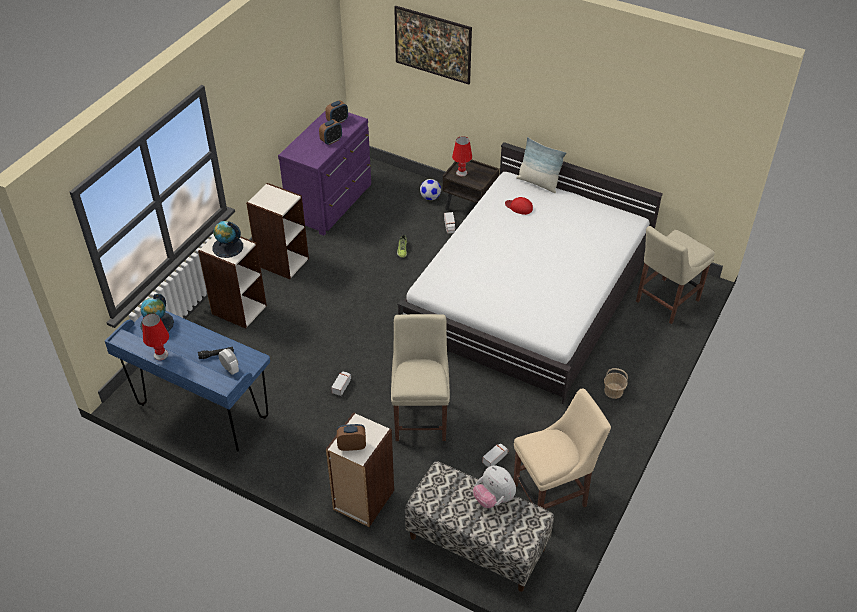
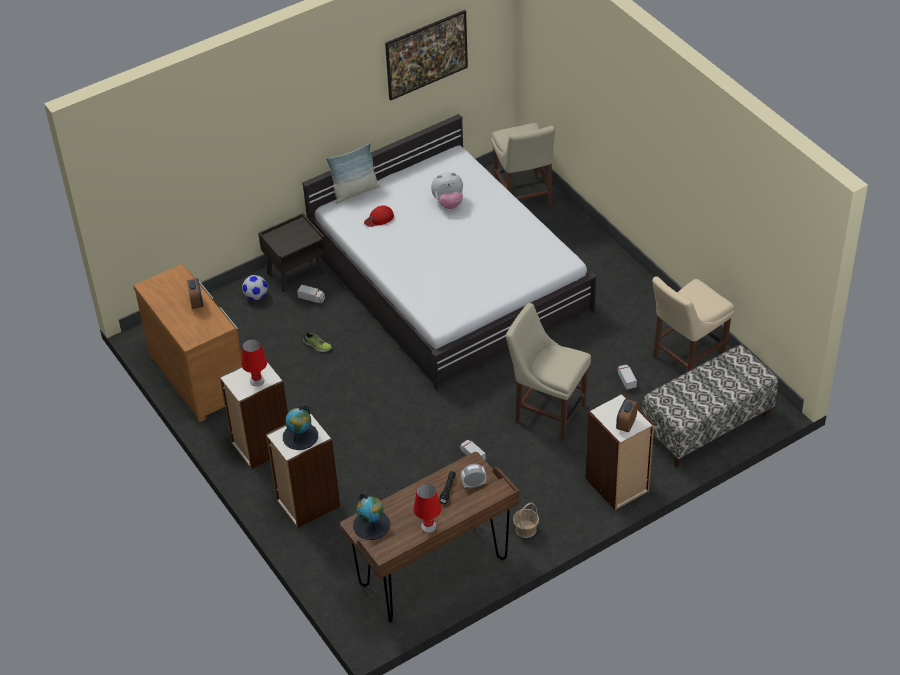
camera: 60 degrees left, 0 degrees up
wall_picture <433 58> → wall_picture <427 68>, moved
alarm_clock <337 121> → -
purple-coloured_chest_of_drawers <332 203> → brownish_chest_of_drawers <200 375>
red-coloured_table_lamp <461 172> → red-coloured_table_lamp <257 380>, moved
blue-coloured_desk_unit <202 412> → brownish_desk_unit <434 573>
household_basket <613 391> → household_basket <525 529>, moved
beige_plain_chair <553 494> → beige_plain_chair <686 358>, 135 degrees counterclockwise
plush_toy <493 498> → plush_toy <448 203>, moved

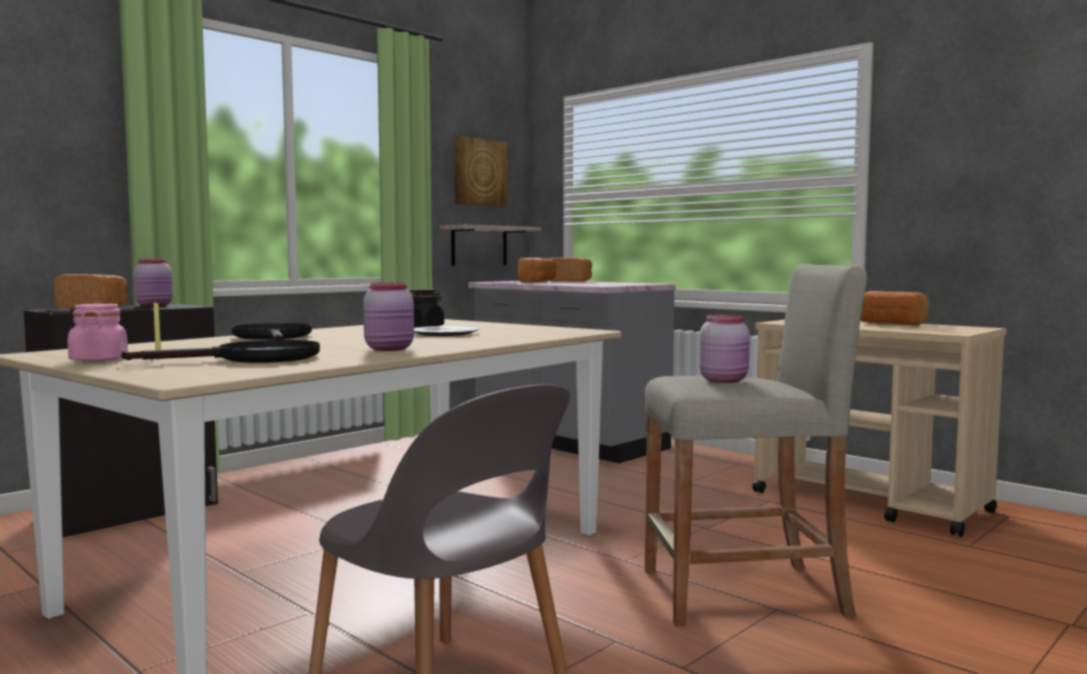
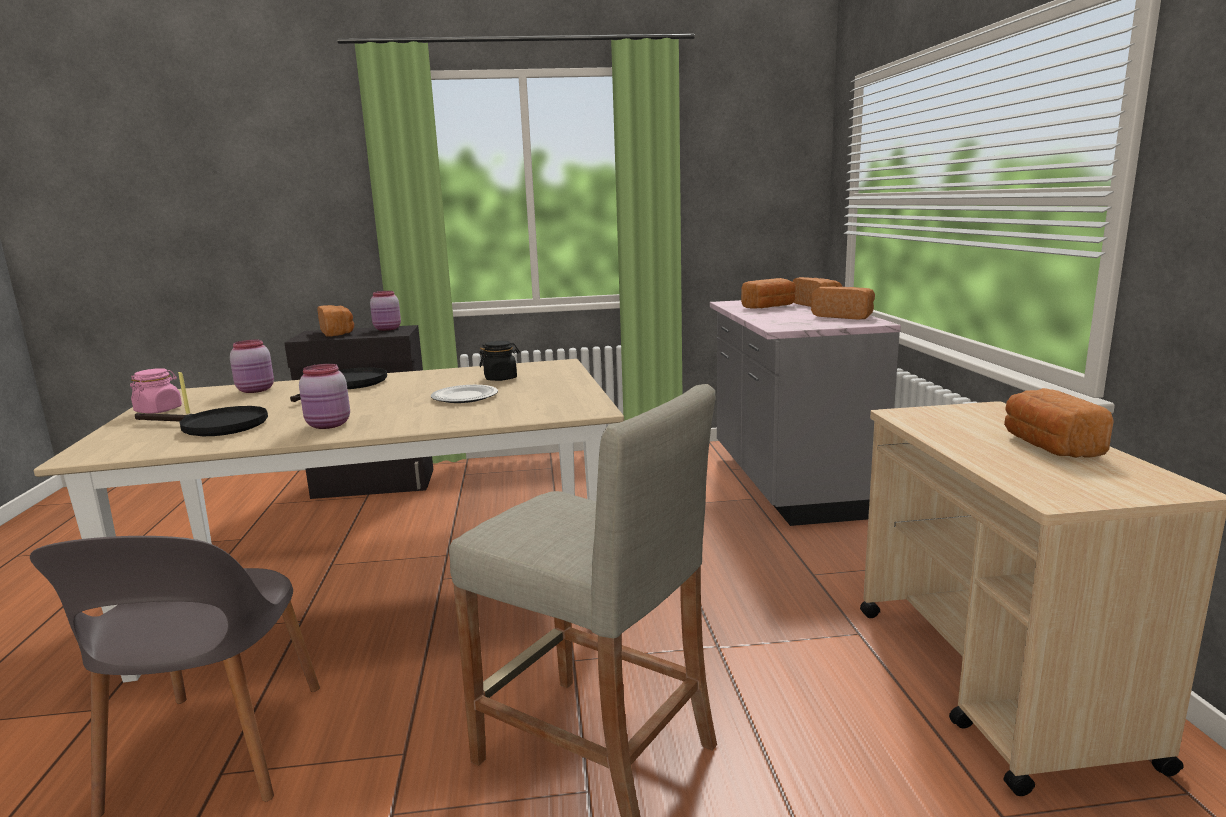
camera: 40 degrees right, 10 degrees up
wall_picture <479 172> → -
wall_shelf <479 246> → -
pink-coloured_preserve_jar <724 380> → pink-coloured_preserve_jar <256 390>, moved
- → bakery_bread <844 316>

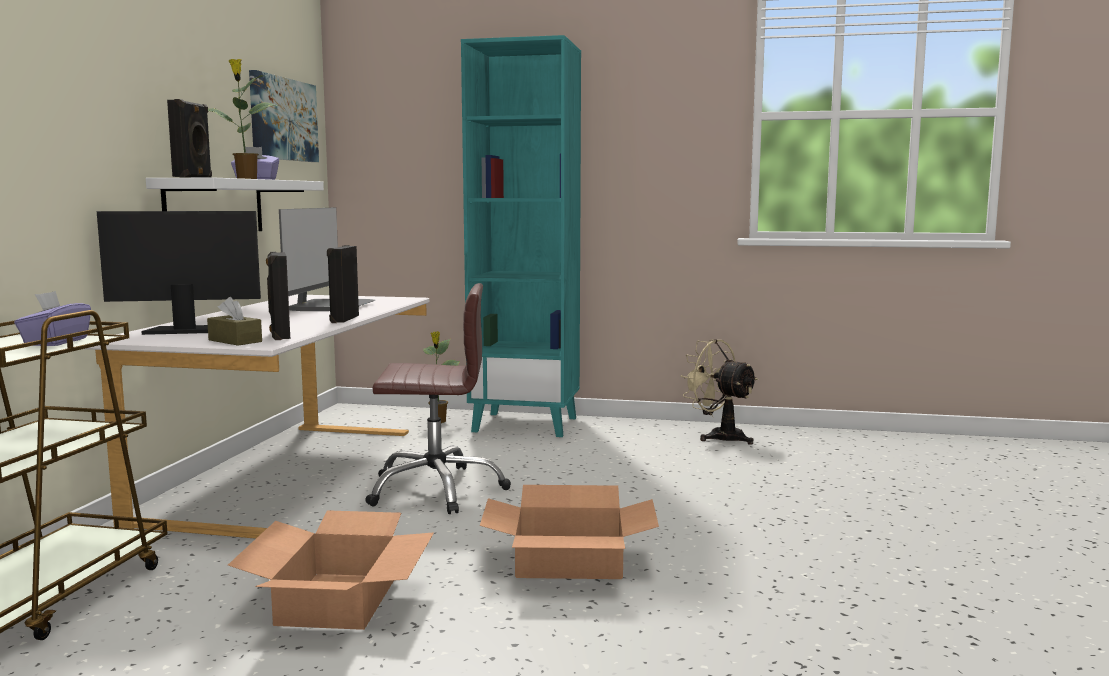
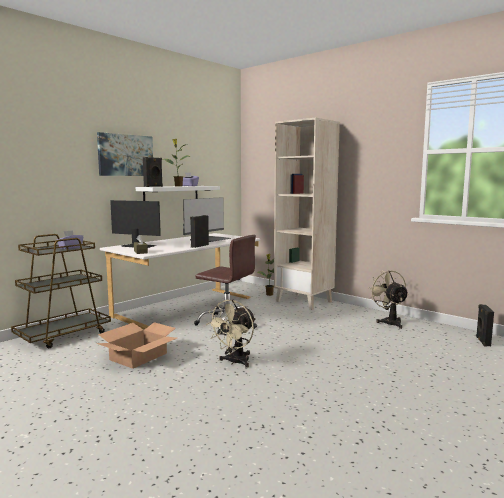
camera: 30 degrees right, 0 degrees up
turquoise-coloured_shelving_unit <526 424> → beige_shelving_unit <304 301>
wall_picture <283 119> → wall_picture <125 155>, moved
black-coloured_speaker <279 335> → black-coloured_speaker <482 341>, moved
carton <569 561> → beige_electric_fan <235 362>

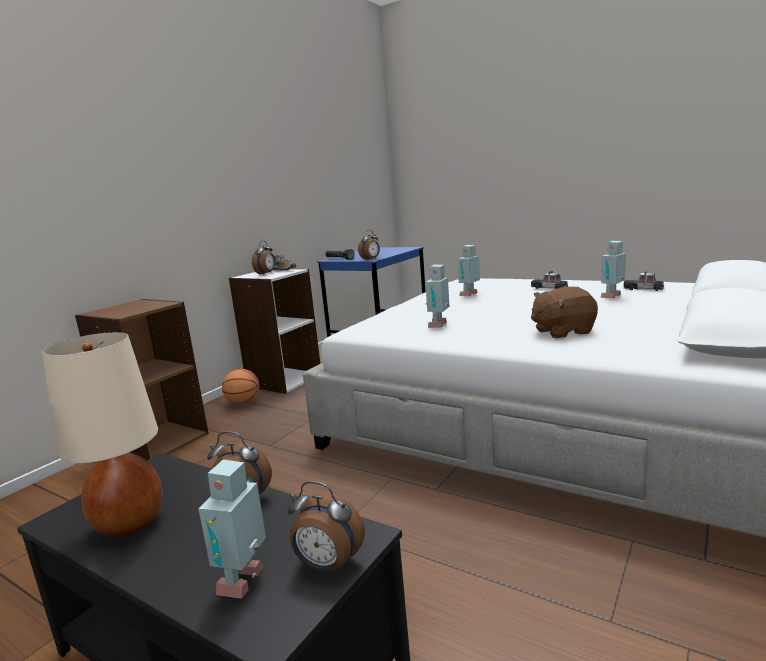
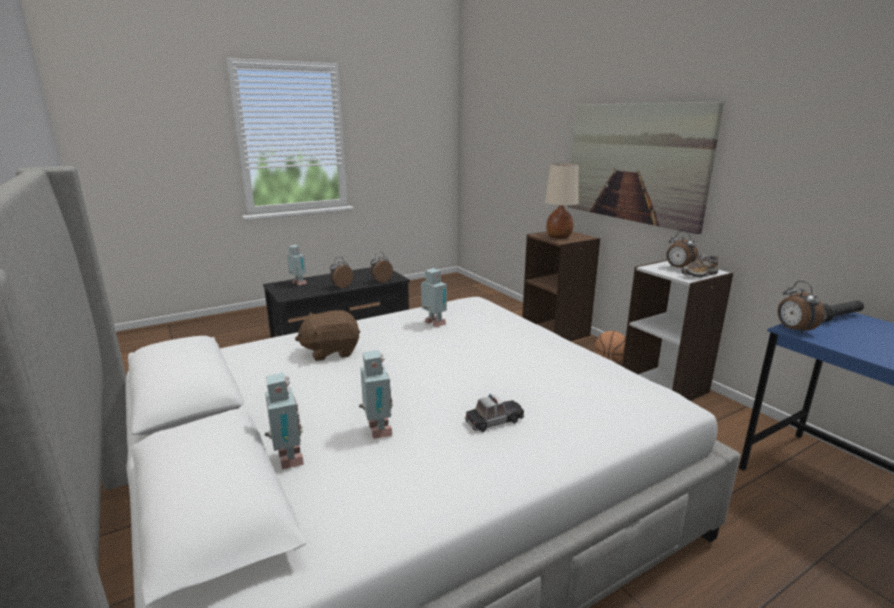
camera: 115 degrees right, 5 degrees up
robot_figure <470 294> → robot_figure <287 460>, moved
model_car <643 288> → -
brownish_plush_toy <562 331> → brownish_plush_toy <331 351>, 120 degrees counterclockwise
beige_table_lamp <129 524> → beige_table_lamp <558 237>, moved
alarm_clock <328 566> → alarm_clock <381 281>, moved
- → wall_picture <634 163>

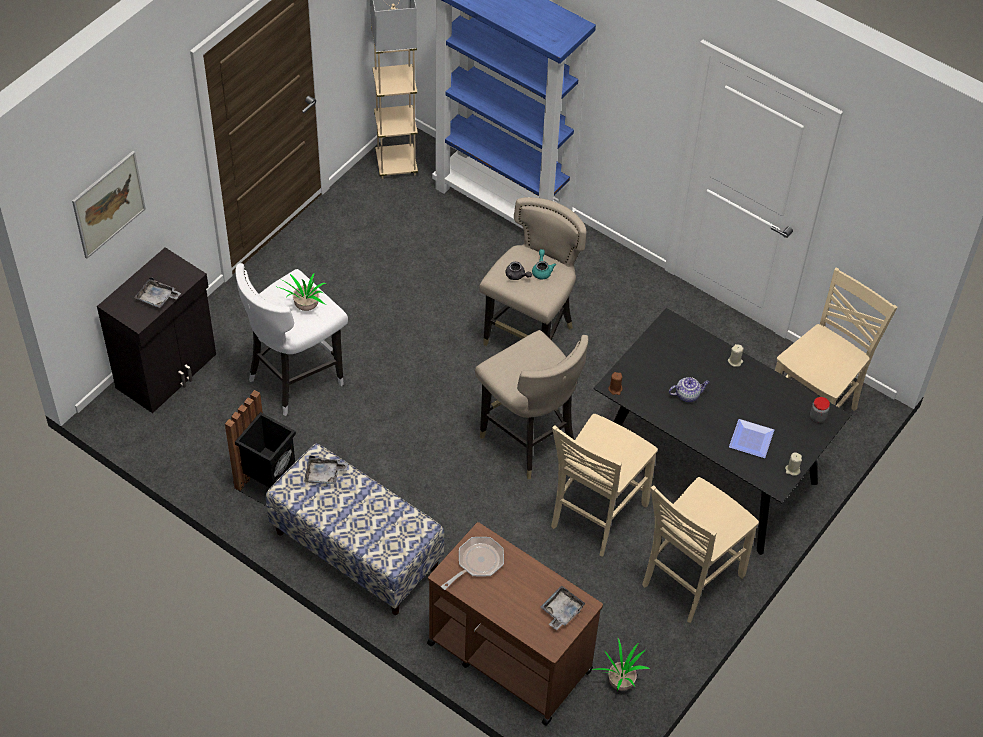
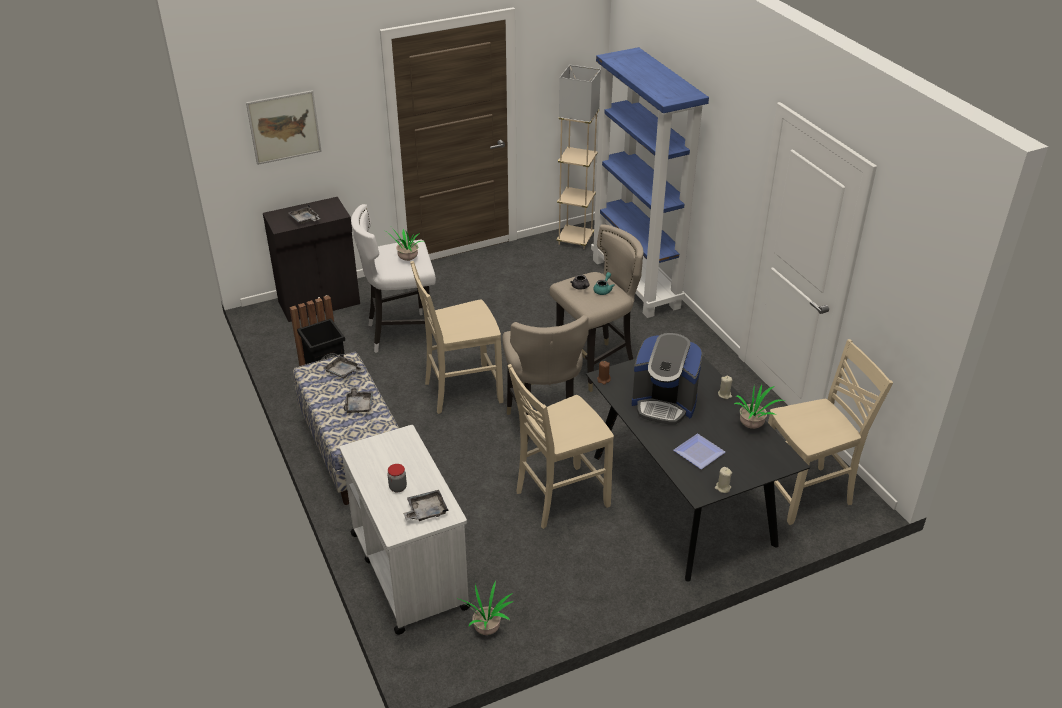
camera: 30 degrees right, 15 degrees down
teapot <688 395> → coffee_machine <664 403>
preserve_jar <817 417> → preserve_jar <398 487>, moved
beige_plain_chair <689 580> → beige_plain_chair <461 391>, moved
brownish_cart <508 656> → white_cart <408 569>
skillet <477 563> → -
- → plant_in_a_pot <753 426>
- → greyish_tray <359 405>

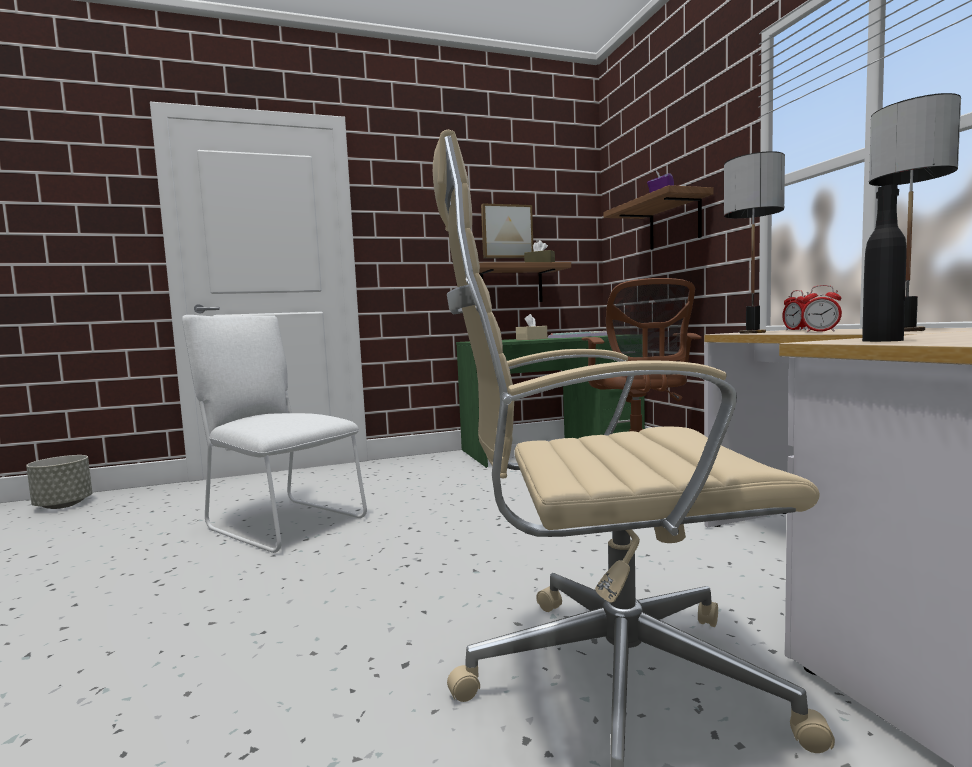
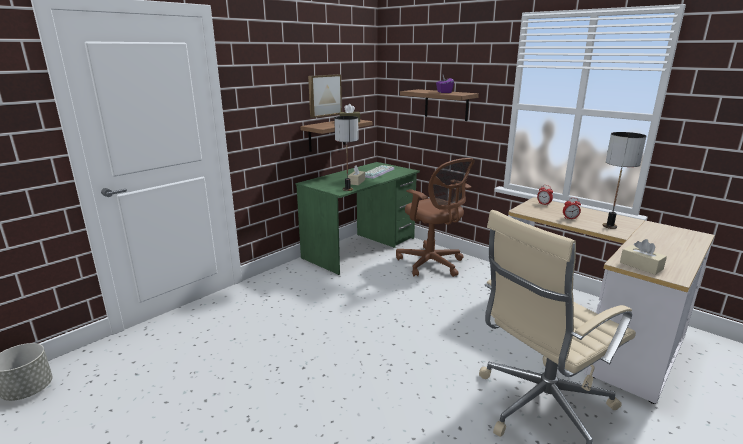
camera: 30 degrees left, 15 degrees up
table_lamp <751 332> → table_lamp <347 189>, moved
black-coloured_beverage_bottle <882 340> → beige_tissue_box <641 266>
white_plain_chair <281 522> → -

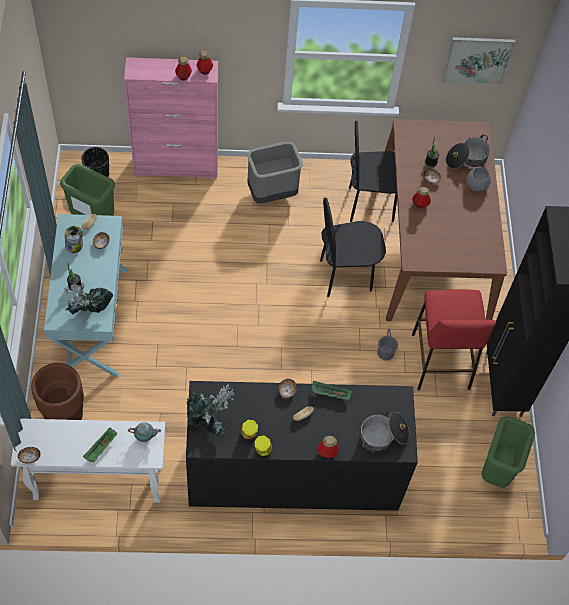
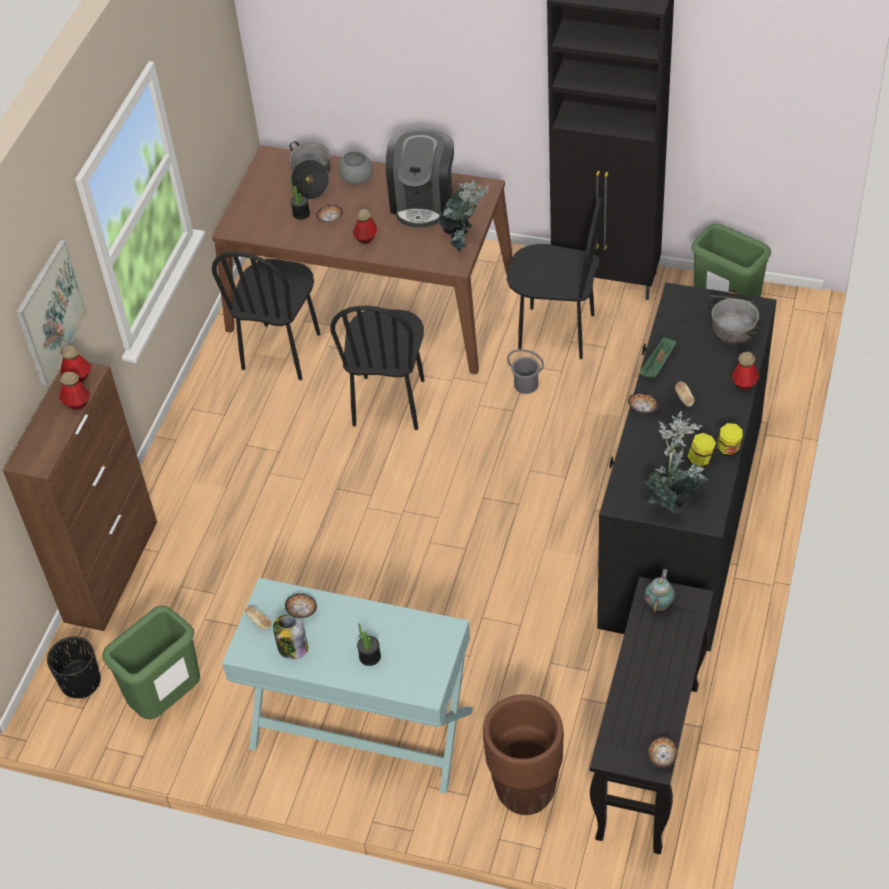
camera: 65 degrees left, 10 degrees down
wall_picture <477 60> → wall_picture <50 312>, moved
pink-coloured_storage_cabinet <176 166> → brownish_storage_cabinet <112 570>
greyish_rubbish_bin <272 193> → -
plant_in_a_pot <89 312> → plant_in_a_pot <462 241>, moved
red-coloured_sitting_stool <440 362> → black-coloured_plain_chair <556 332>
white_hall_table <97 482> → black-coloured_hall_table <648 763>
green_tray <101 448> → -
- → coffee_machine <423 201>

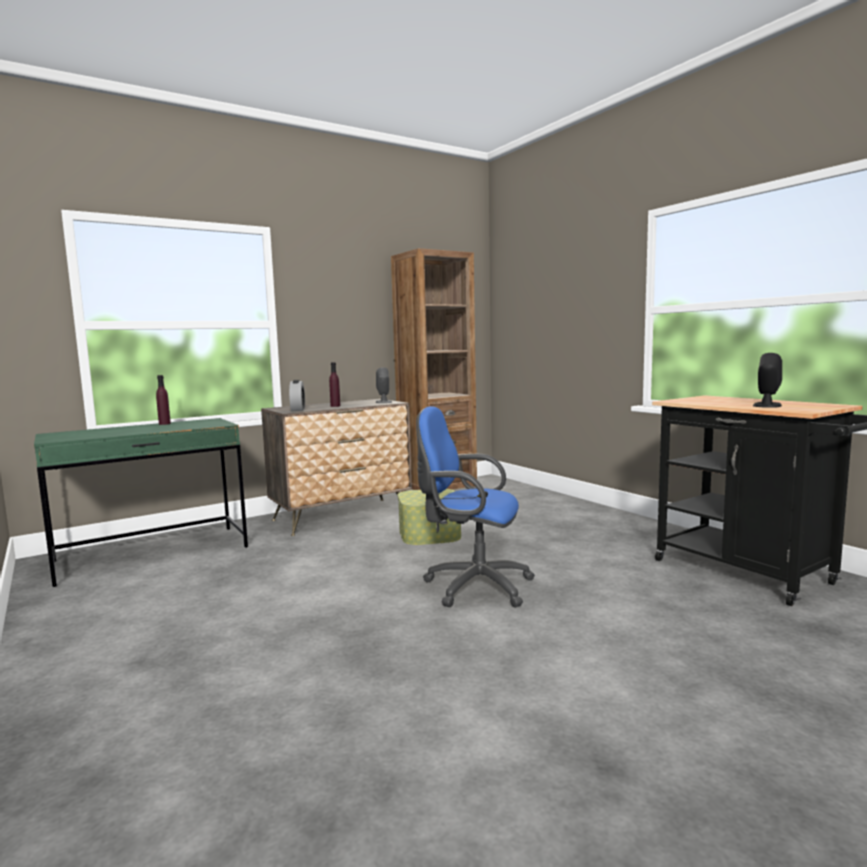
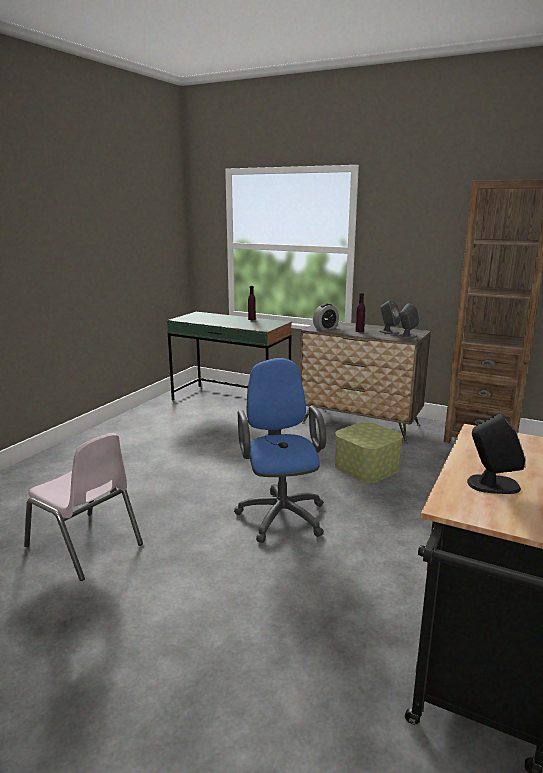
camera: 60 degrees right, 10 degrees up
- → greyish_speaker <388 332>
- → pink-coloured_plain_chair <85 545>

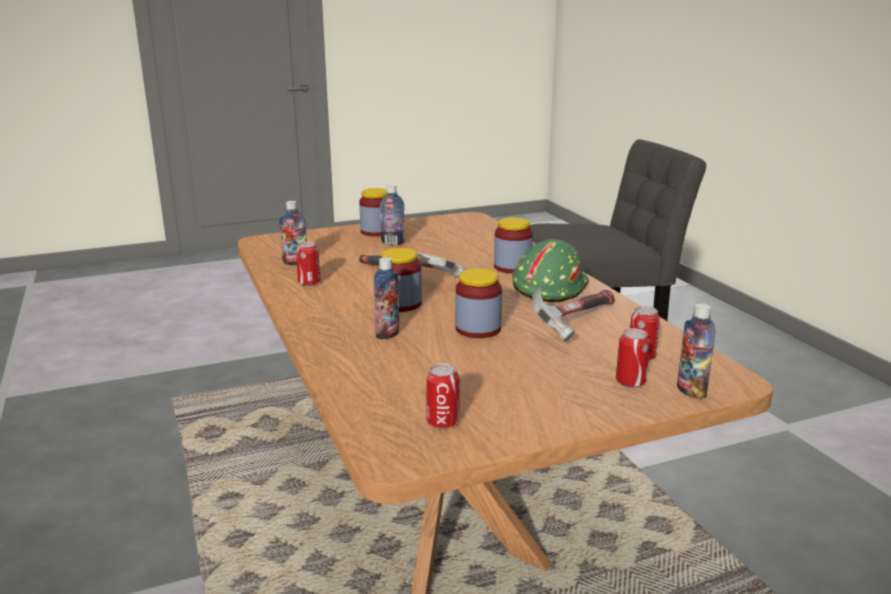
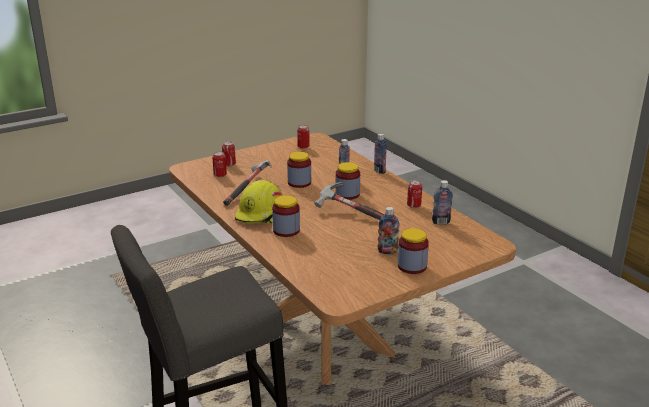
camera: 170 degrees right, 5 degrees up
green_work_helmet <549 287> → yellowish_work_helmet <261 214>
beverage_bottle <691 391> → beverage_bottle <379 171>, moved

